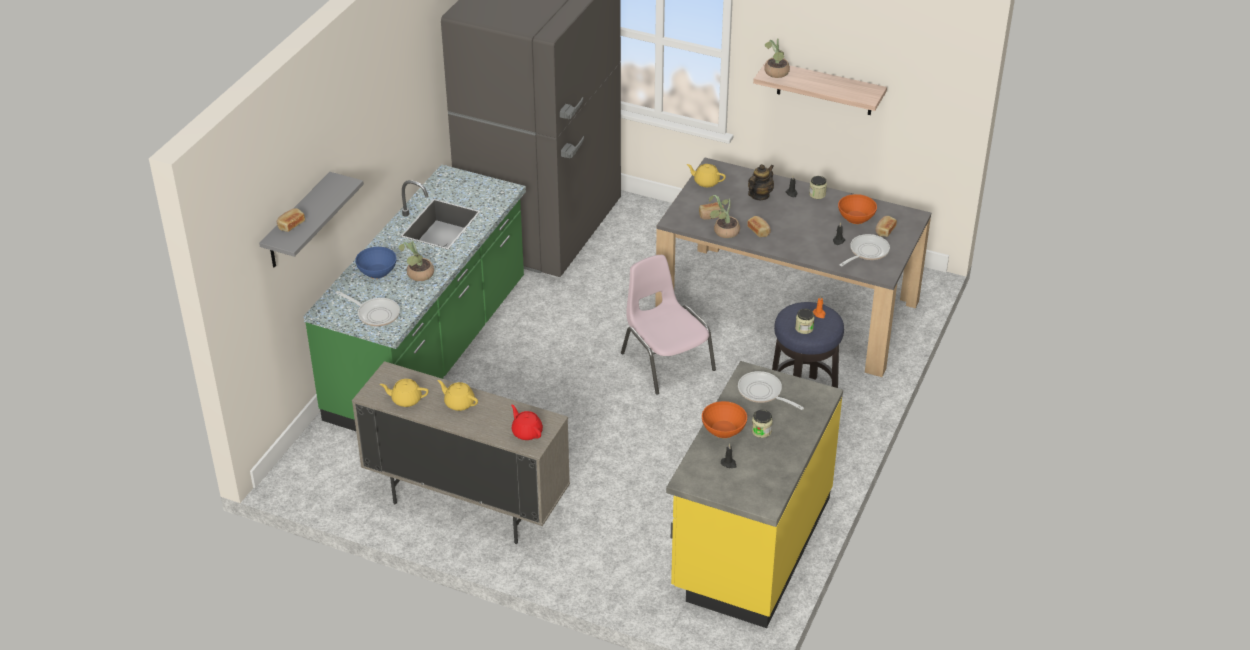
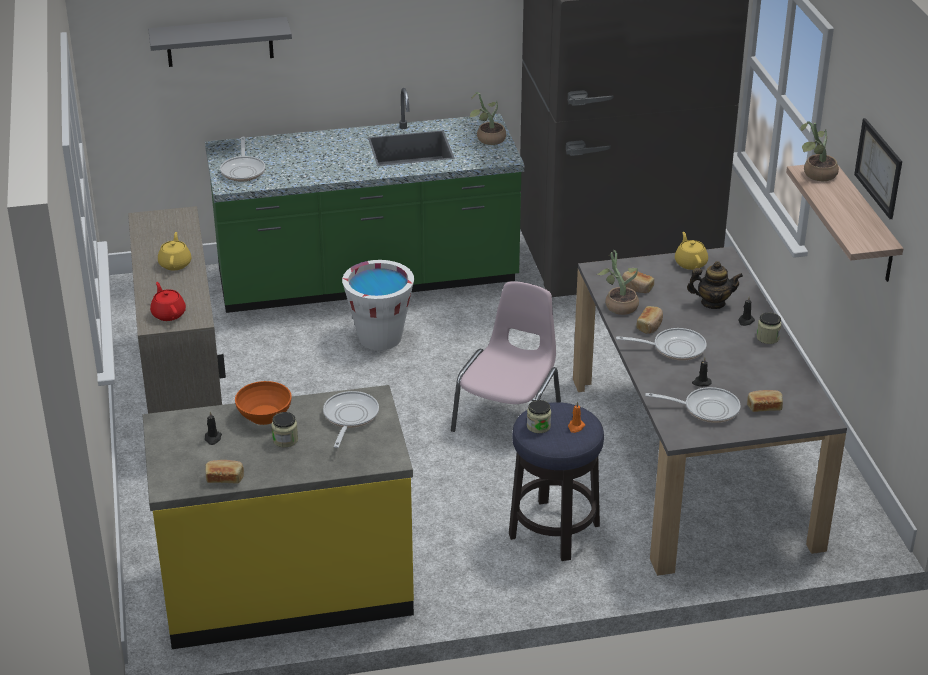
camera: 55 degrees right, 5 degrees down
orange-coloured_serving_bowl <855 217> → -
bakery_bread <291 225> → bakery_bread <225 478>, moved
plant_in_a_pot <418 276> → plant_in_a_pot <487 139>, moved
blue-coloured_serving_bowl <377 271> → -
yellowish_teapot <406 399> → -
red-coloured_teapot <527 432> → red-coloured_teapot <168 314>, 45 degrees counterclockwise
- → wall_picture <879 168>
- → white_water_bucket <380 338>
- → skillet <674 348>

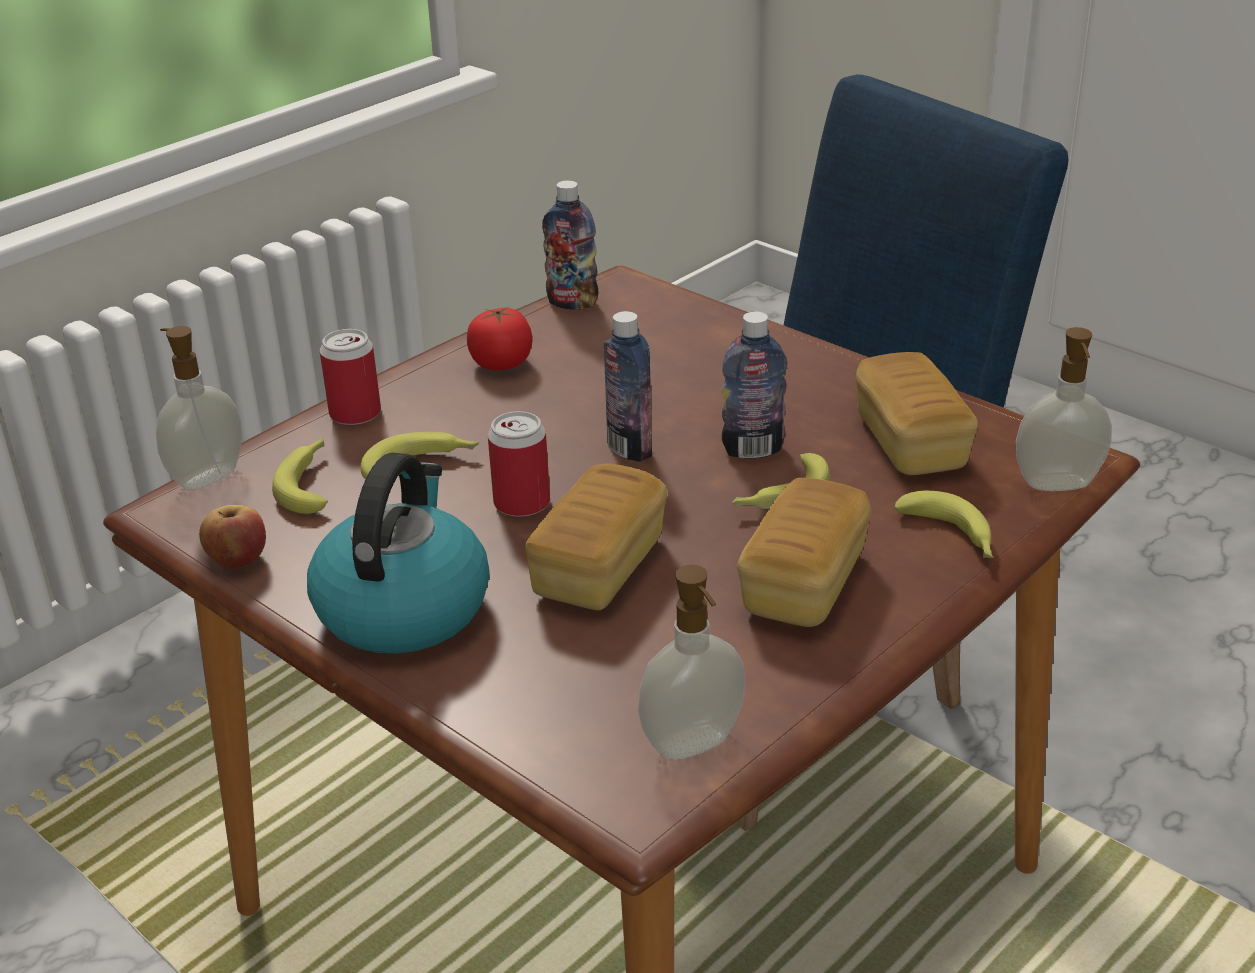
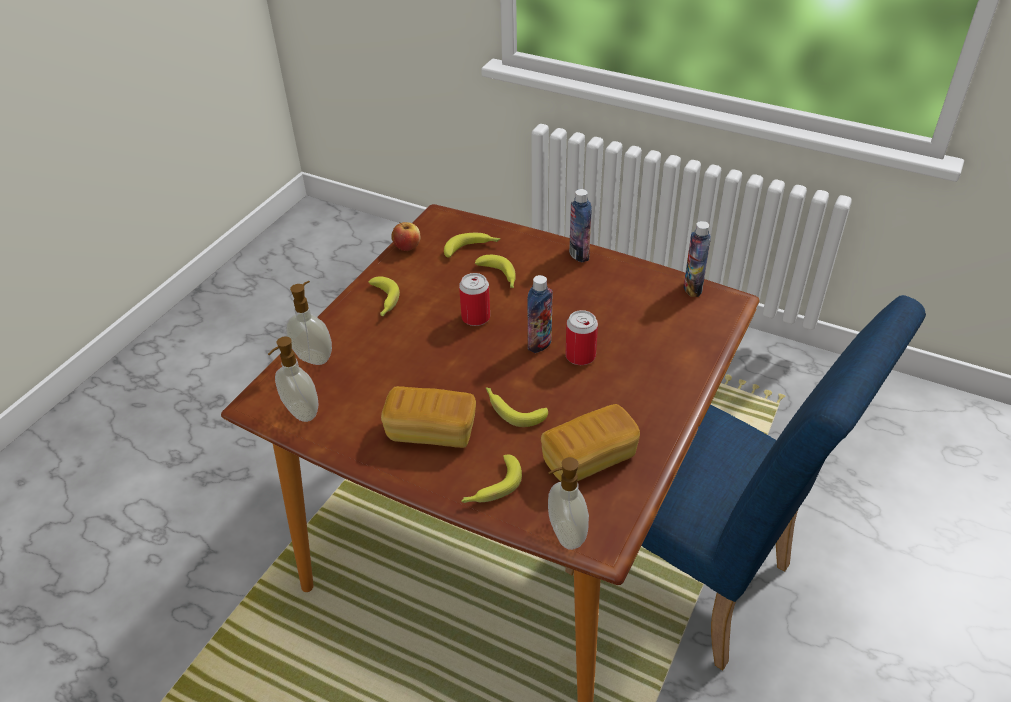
camera: 75 degrees right, 10 degrees up
tomato <502 363> → -
beverage_bottle <753 449> → beverage_bottle <579 254>, moved
liquid_soap_bottle <206 476> → liquid_soap_bottle <314 357>, moved
metal_can <355 414> → metal_can <580 356>, moved
kettle <403 607> → banana <383 302>
bakery_bread <599 568> → -

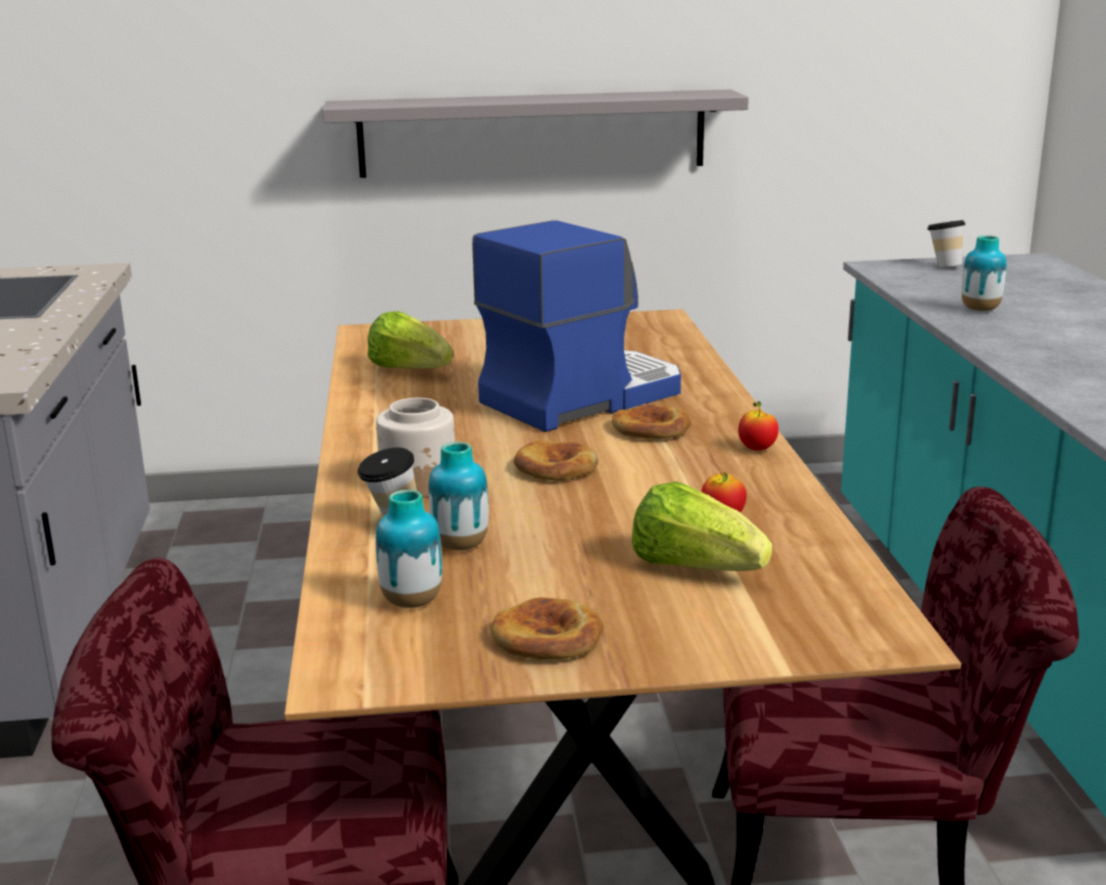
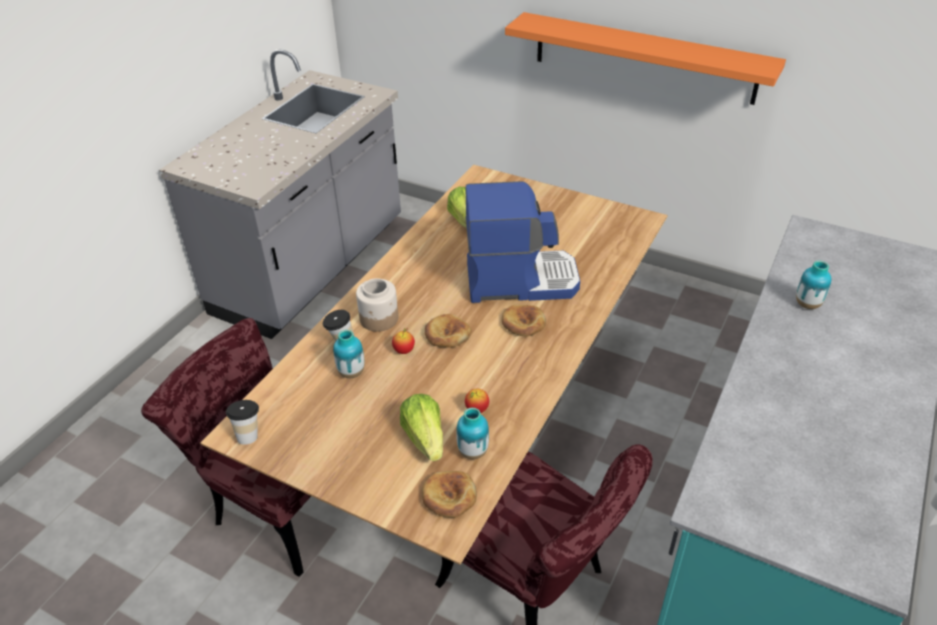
camera: 35 degrees right, 20 degrees up
greyish_wall_shelf <532 133> → orange-coloured_wall_shelf <643 58>
small_cup <943 266> → small_cup <249 434>, moved
apple <757 449> → apple <404 351>, moved
vase <412 602> → vase <473 452>, moved
bakery_bread <548 637> → bakery_bread <449 496>, moved

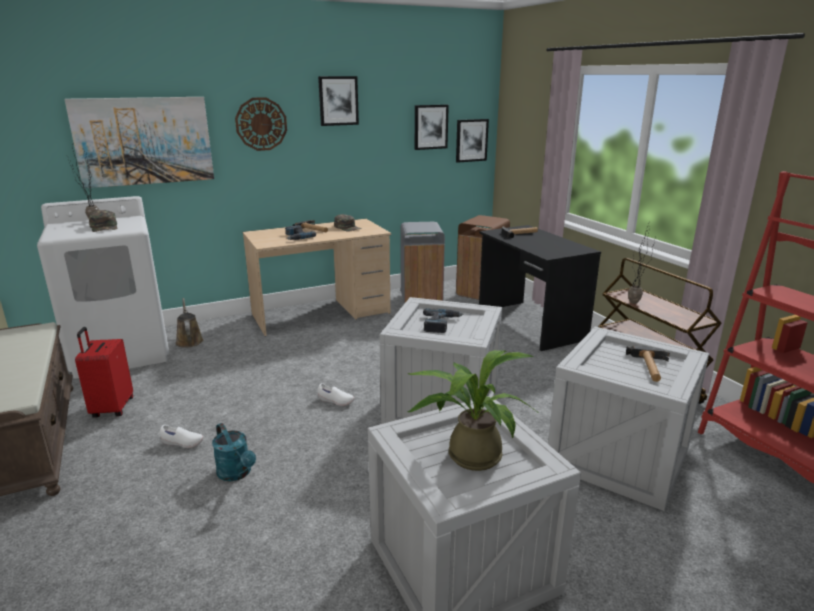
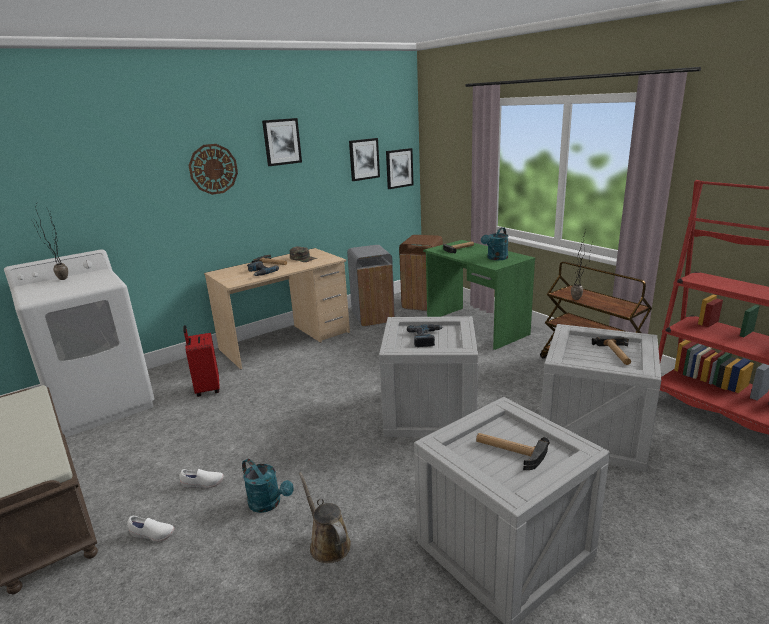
camera: 10 degrees left, 0 degrees up
wall_picture <144 141> → -
green_peaked_cap <104 227> → -
black-coloured_desk_unit <529 324> → green_desk_unit <476 327>
brownish_watering_can <189 340> → brownish_watering_can <327 543>, moved
red-coloured_travel_case <111 408> → red-coloured_travel_case <207 389>, moved
plant_in_a_pot <468 453> → tool_hammer <509 451>
white_low_shoe <335 401> → white_low_shoe <152 535>, moved
- → turquoise-coloured_watering_can <495 258>

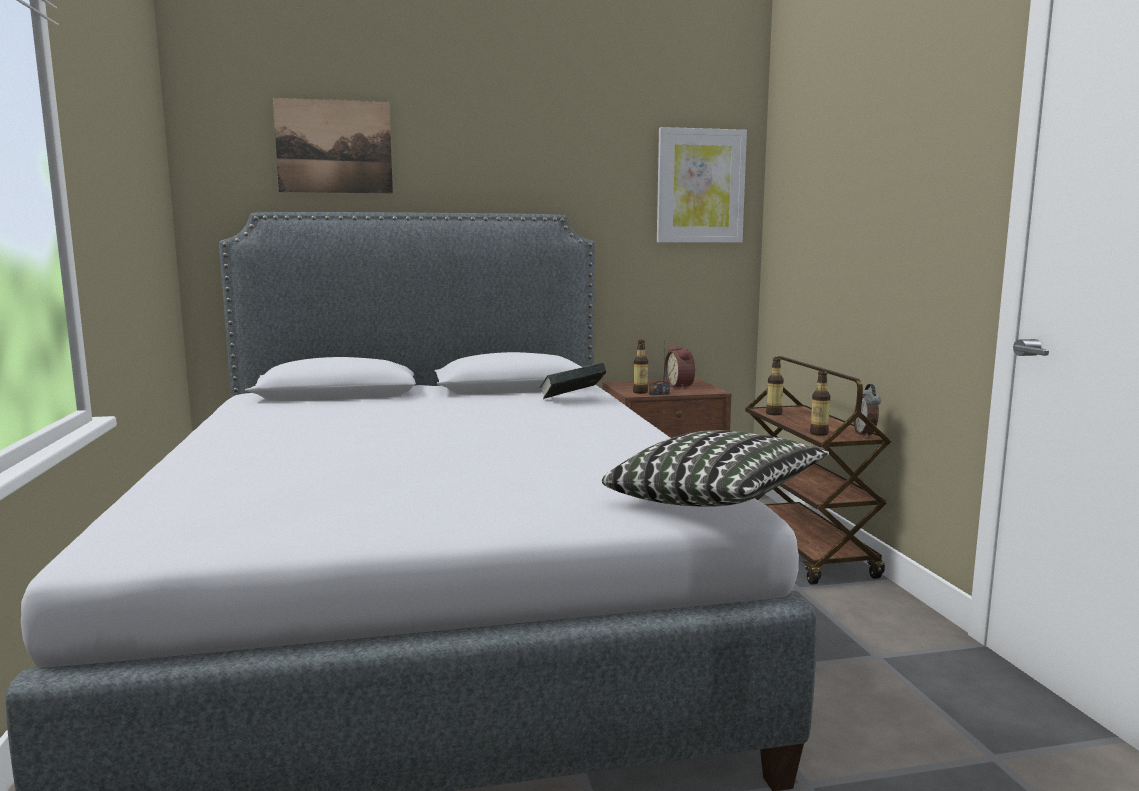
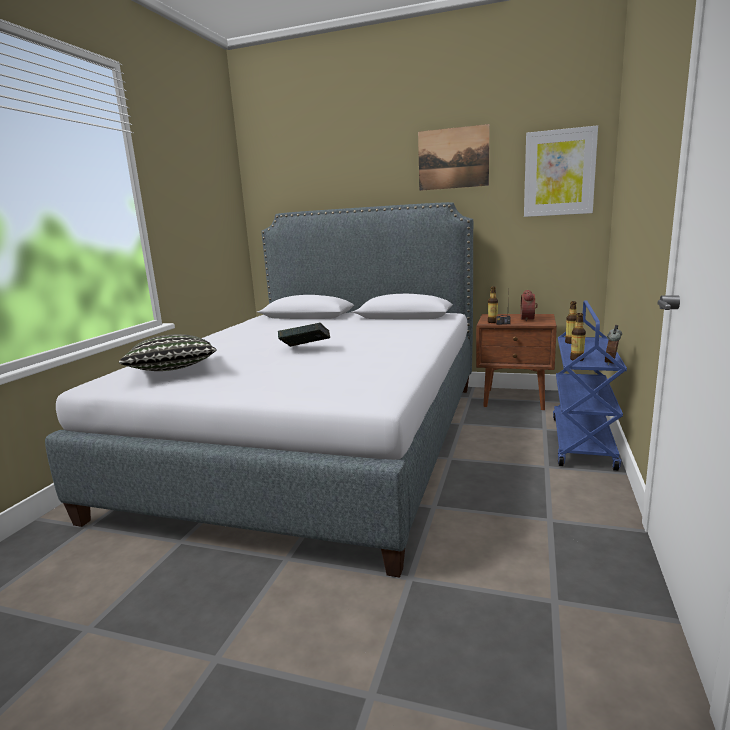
camera: 30 degrees right, 5 degrees up
wall_picture <334 147> → wall_picture <453 158>, moved
brownish_cart <805 551> → blue-coloured_cart <583 443>
bound_book <572 400> → bound_book <305 349>, moved
throw_pillow <714 503> → throw_pillow <172 370>, moved

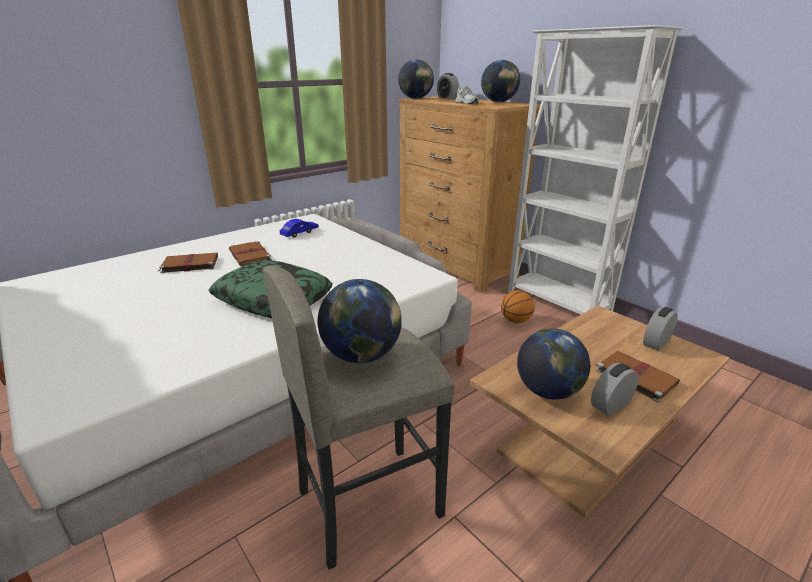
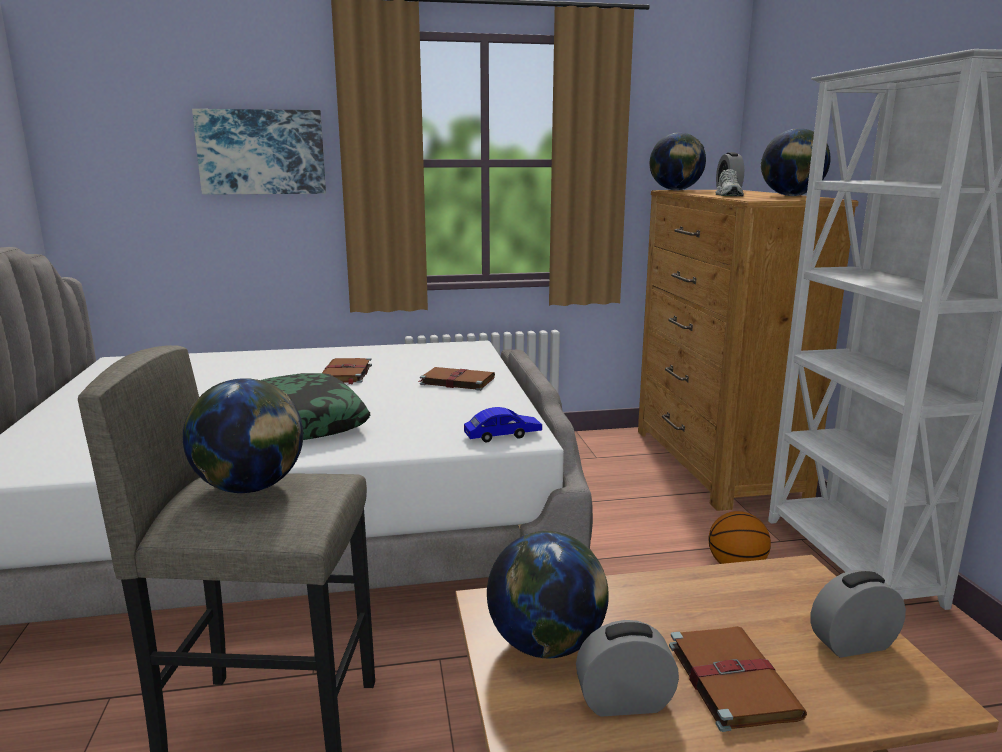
camera: 30 degrees right, 10 degrees down
blue-coloured_model_car <300 233> → blue-coloured_model_car <503 435>, moved
brownish_bound_book <189 264> → brownish_bound_book <456 381>, moved
- → wall_picture <261 152>

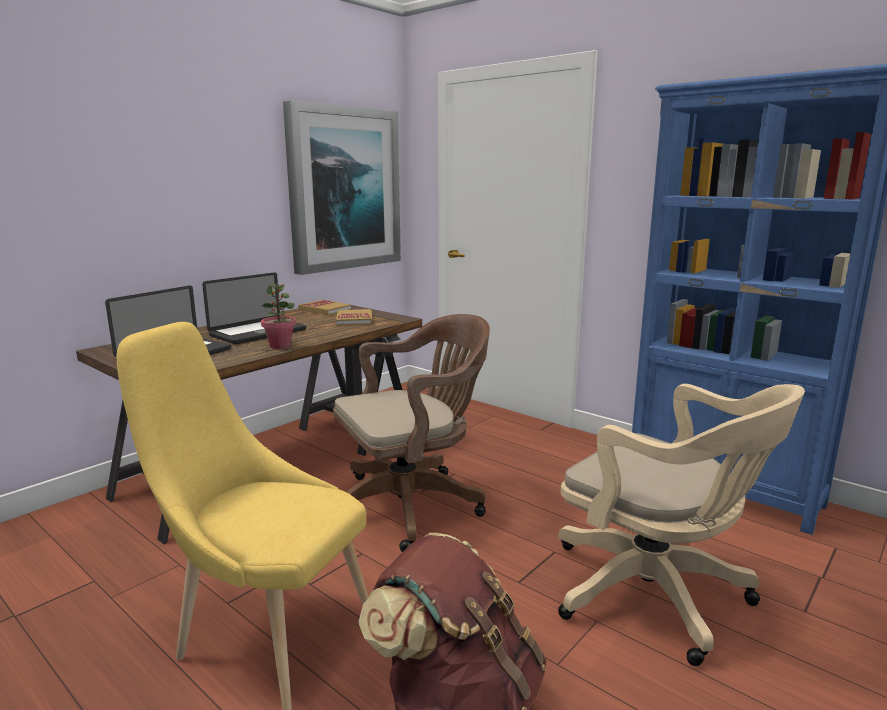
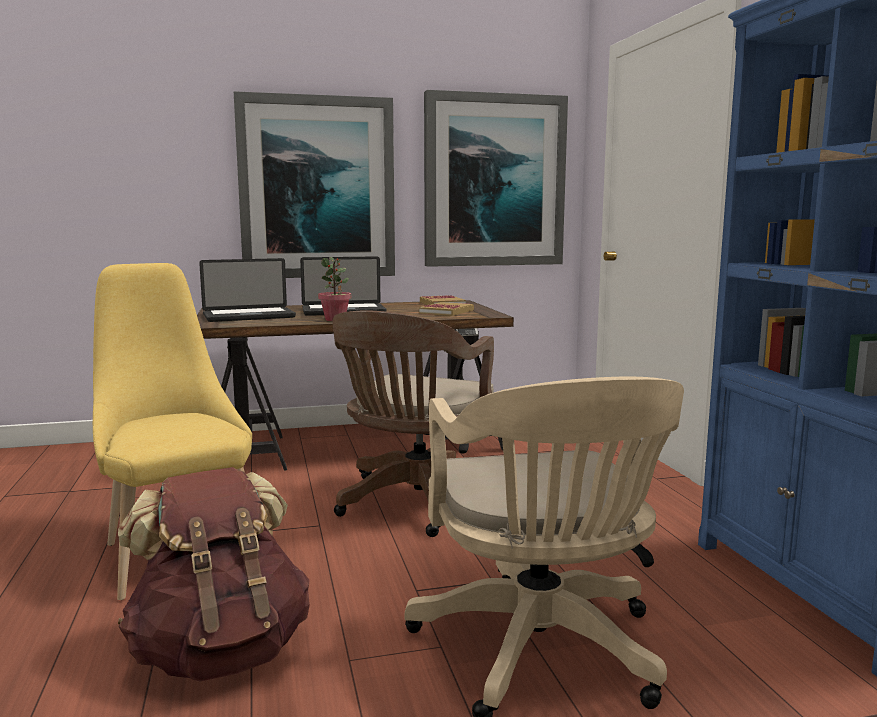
camera: 35 degrees right, 5 degrees down
brownish_computer_chair <412 504> → brownish_computer_chair <415 504>, 105 degrees clockwise
- → wall_picture <317 188>

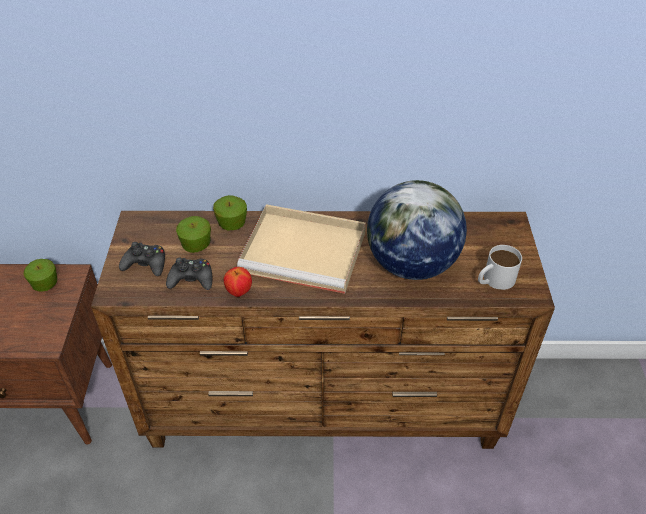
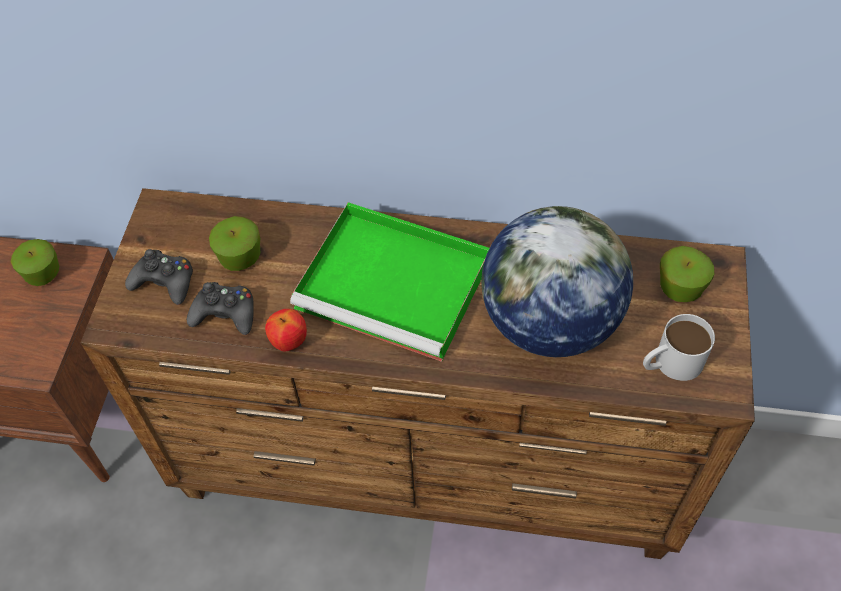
camera: 10 degrees right, 10 degrees up
apple <232 224> → apple <680 288>, moved
beige_tray <306 252> → green_tray <397 285>

